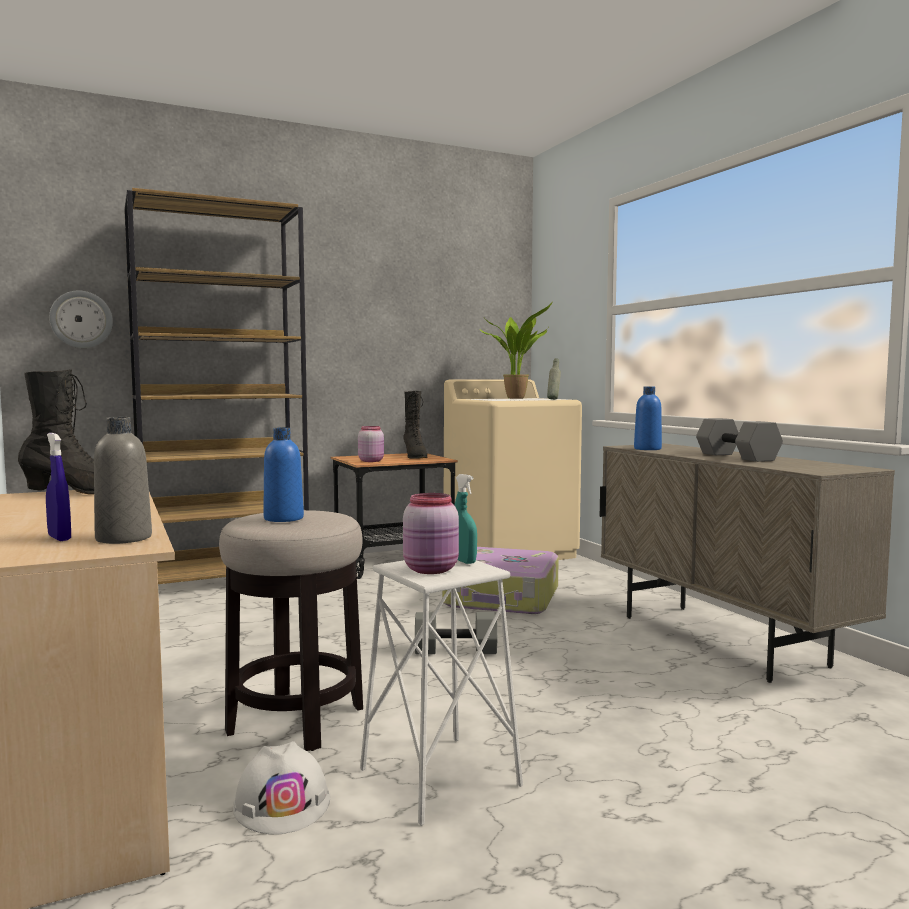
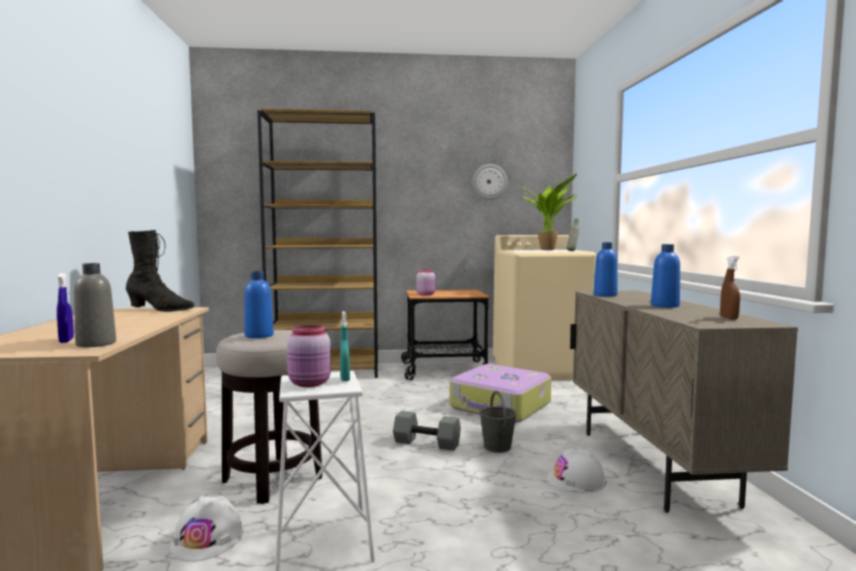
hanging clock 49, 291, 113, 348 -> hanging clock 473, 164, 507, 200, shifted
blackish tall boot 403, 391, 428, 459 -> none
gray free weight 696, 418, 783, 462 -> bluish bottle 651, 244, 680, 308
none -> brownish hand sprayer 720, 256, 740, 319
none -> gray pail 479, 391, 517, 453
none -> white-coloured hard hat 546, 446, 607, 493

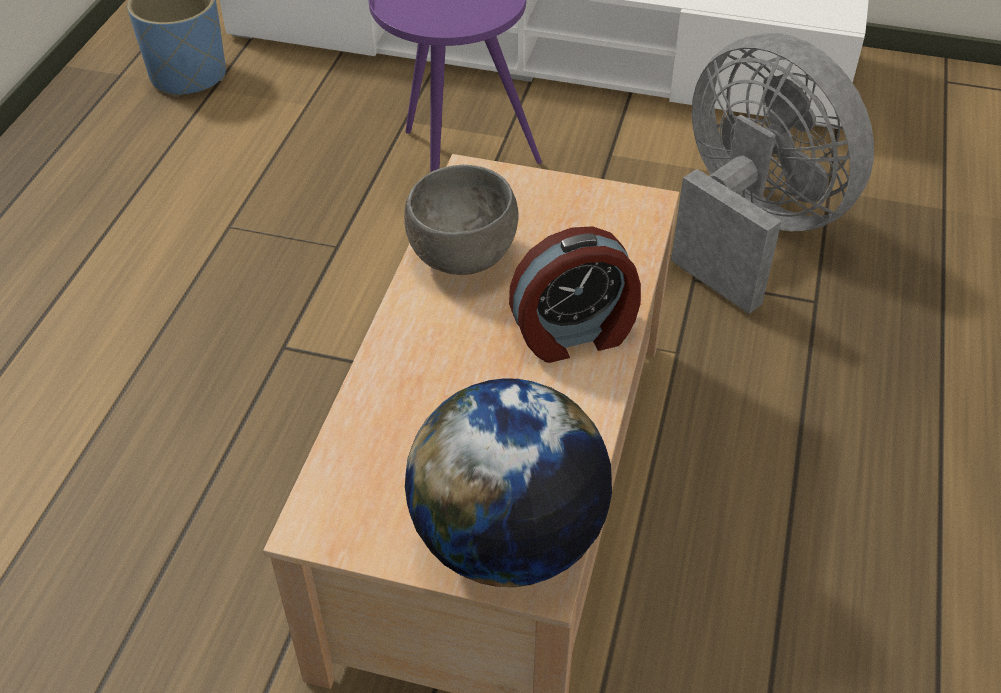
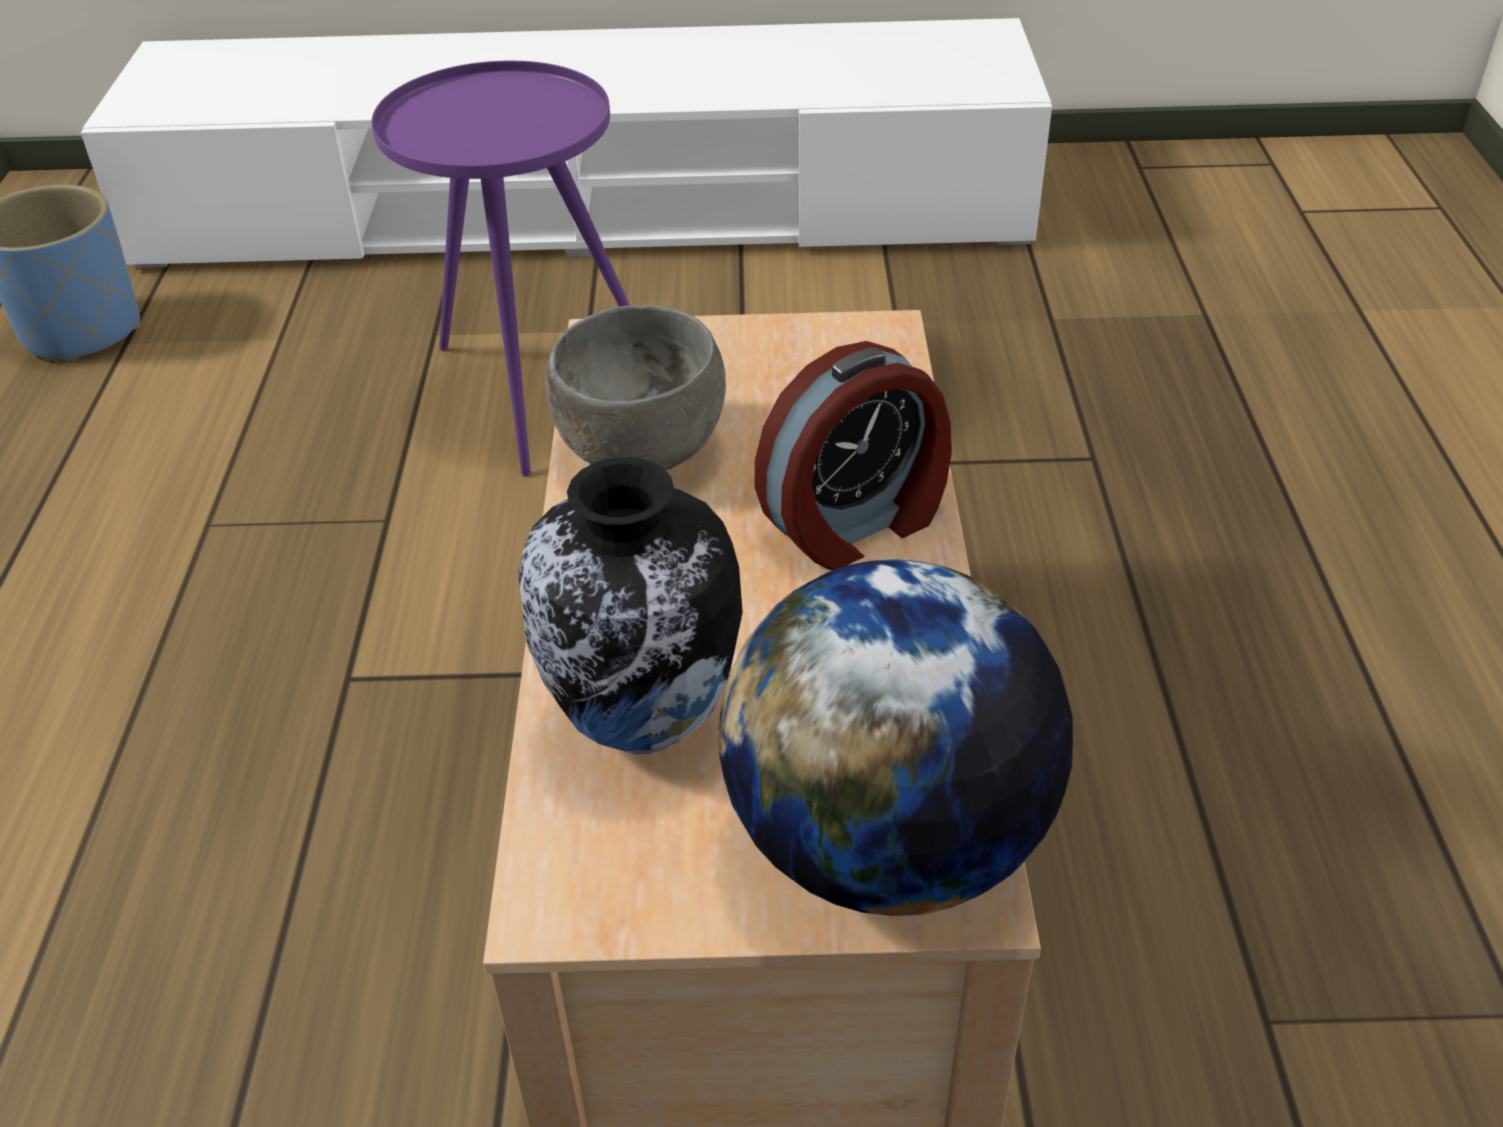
gray cooling fan 671, 33, 874, 314 -> none
none -> flower vase 518, 457, 743, 754

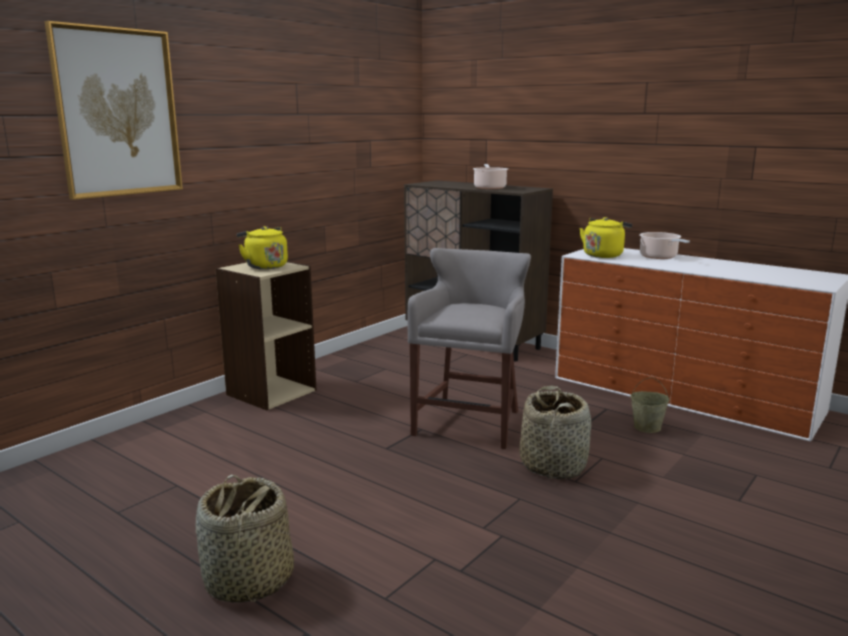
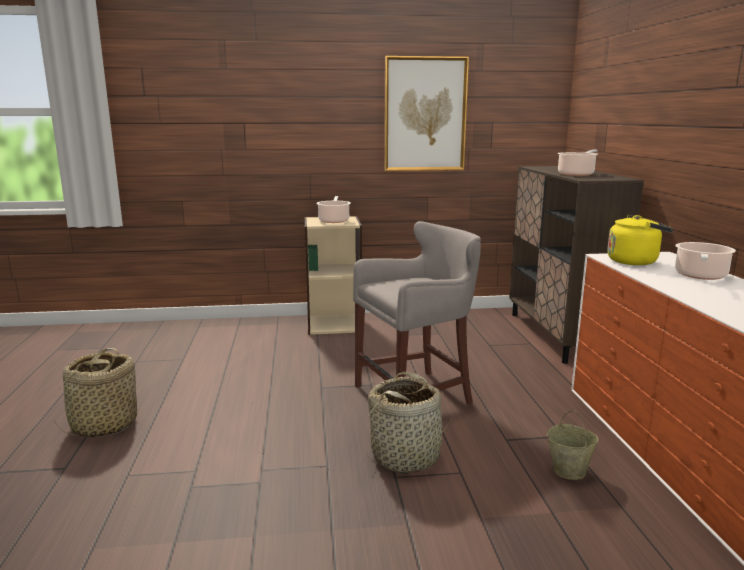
picture 44, 21, 183, 200 -> picture 384, 56, 469, 171, shifted
yellow-coloured tea kettle 237, 226, 288, 269 -> saucepot 316, 196, 351, 223

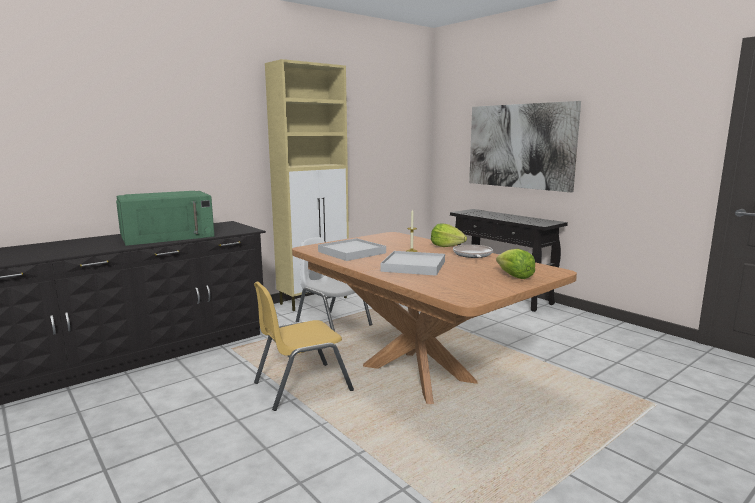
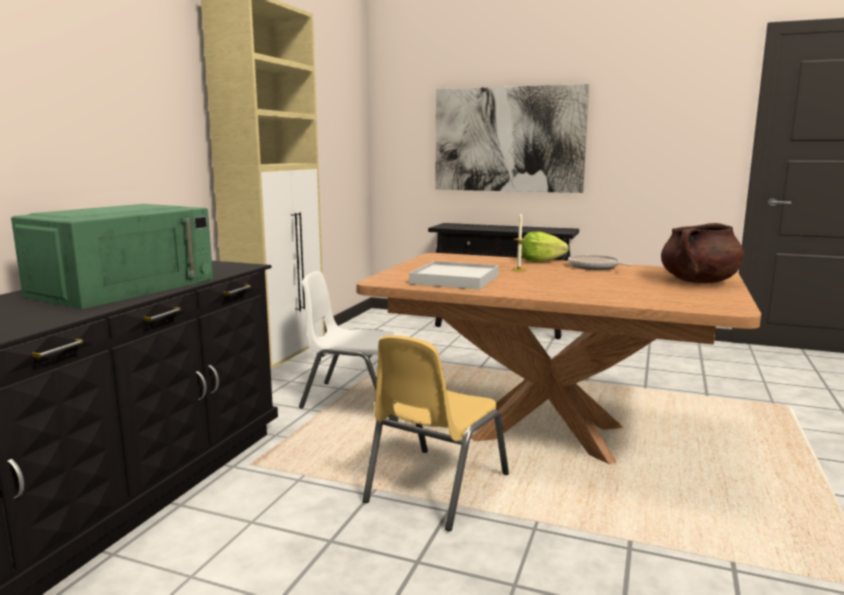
head of lettuce 496, 249, 535, 279 -> brownish saucepot 661, 223, 744, 283
white-coloured serving tray 380, 251, 445, 276 -> none

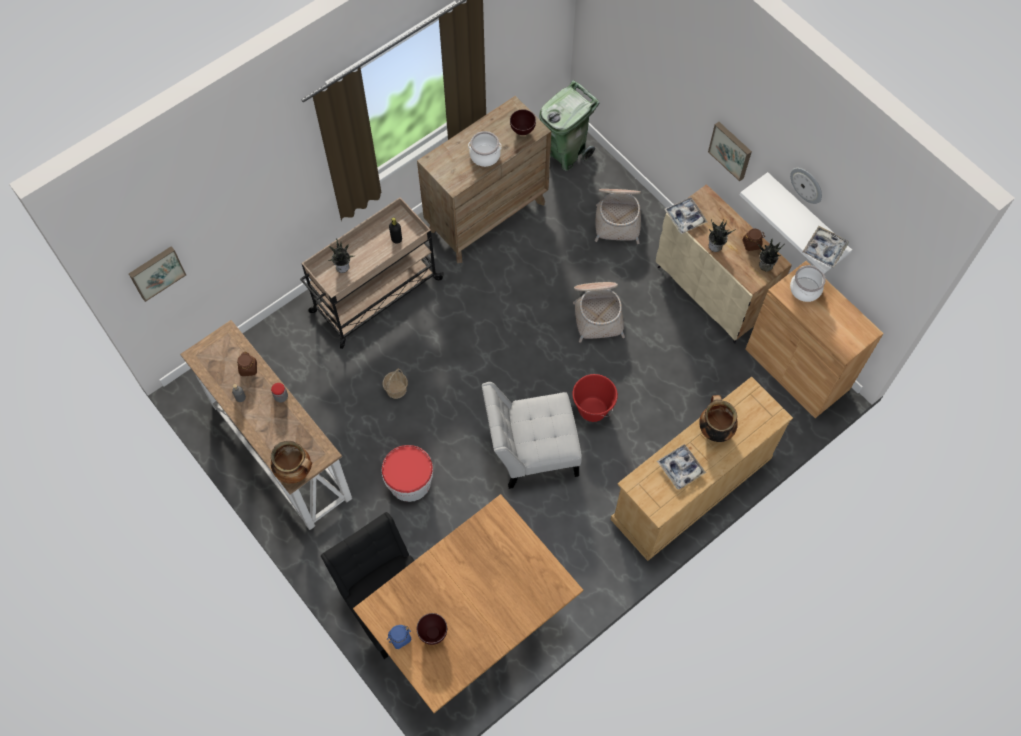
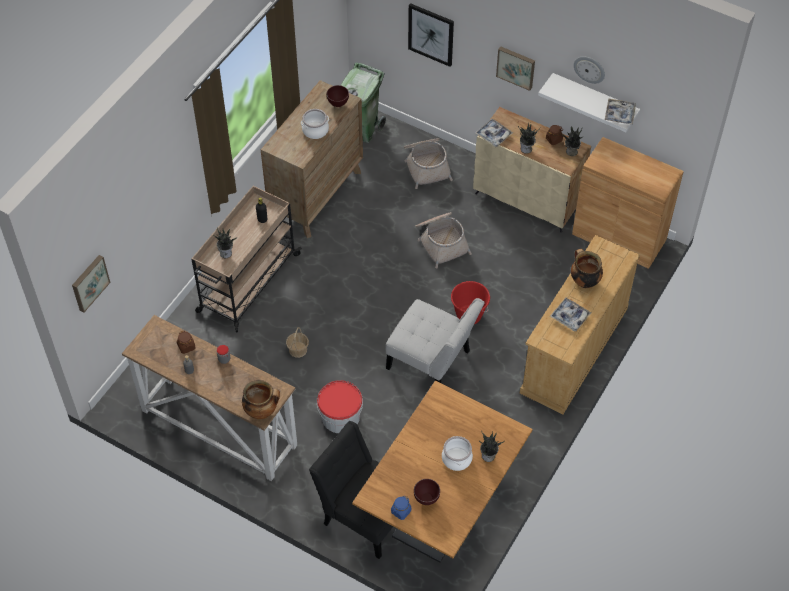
saucepot 790, 265, 826, 302 -> saucepot 442, 436, 473, 471, shifted
white-coloured upright chair 482, 382, 582, 489 -> white-coloured upright chair 386, 298, 485, 383, 120 degrees counterclockwise
none -> picture 408, 3, 454, 67
none -> potted plant 479, 432, 504, 462

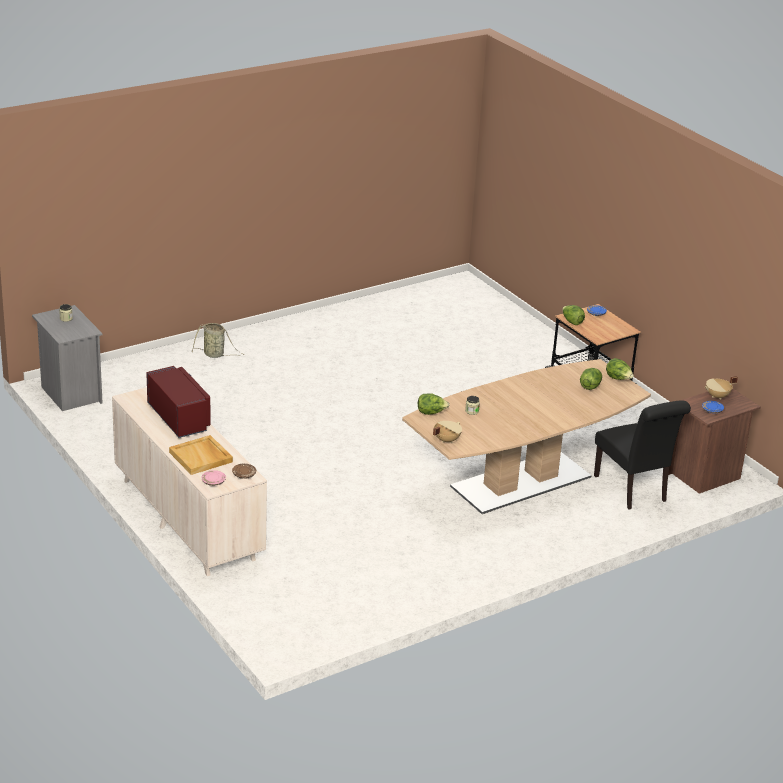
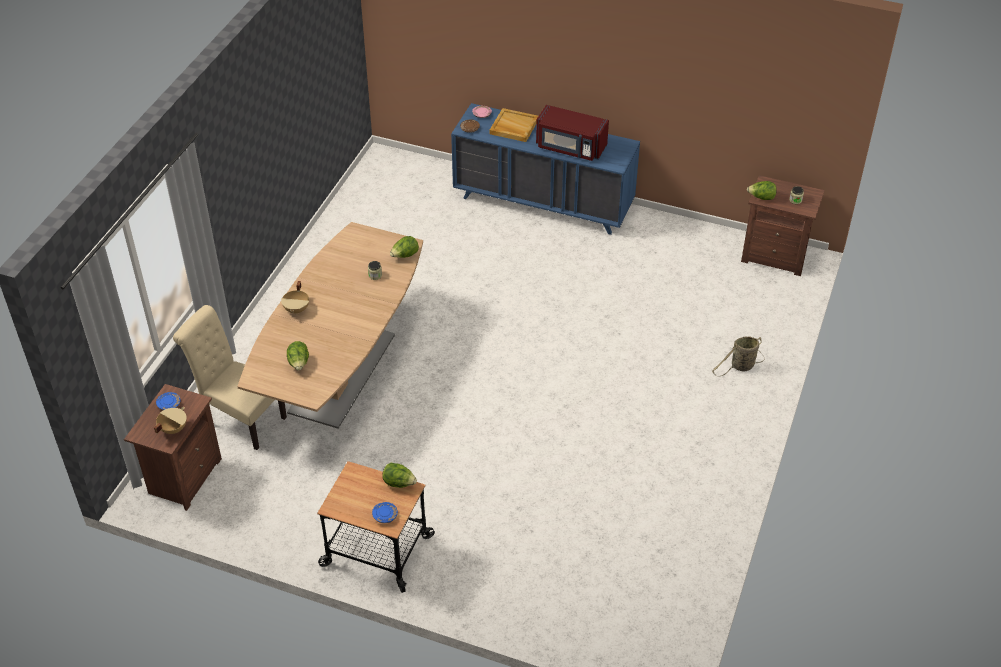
gray bedside table 32, 305, 103, 411 -> brownish bedside table 741, 175, 825, 276
head of lettuce 606, 358, 634, 380 -> head of lettuce 747, 181, 777, 200, shifted
beige drawer chest 112, 387, 267, 576 -> bluish drawer chest 451, 103, 640, 235
blackish upright chair 594, 401, 691, 509 -> beige upright chair 173, 305, 287, 450
beige saucepot 433, 421, 462, 443 -> beige saucepot 281, 281, 309, 314, shifted

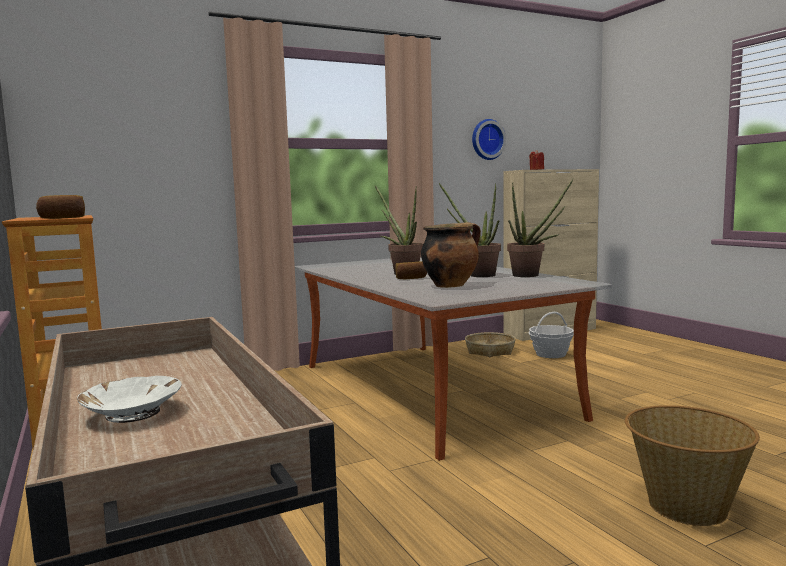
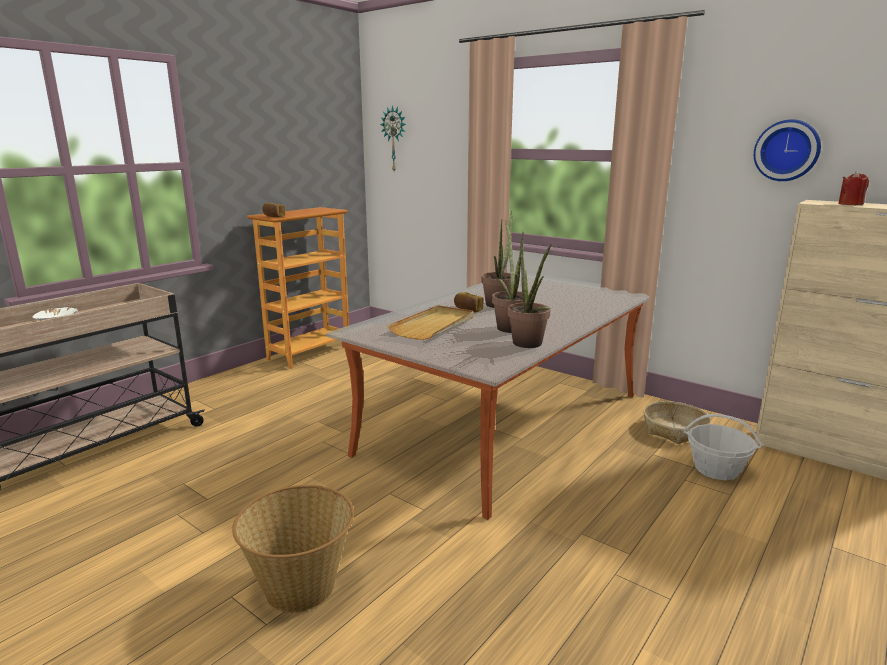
saucepot 421, 222, 481, 288 -> beige serving tray 387, 305, 474, 340
none -> hanging clock 380, 105, 406, 171

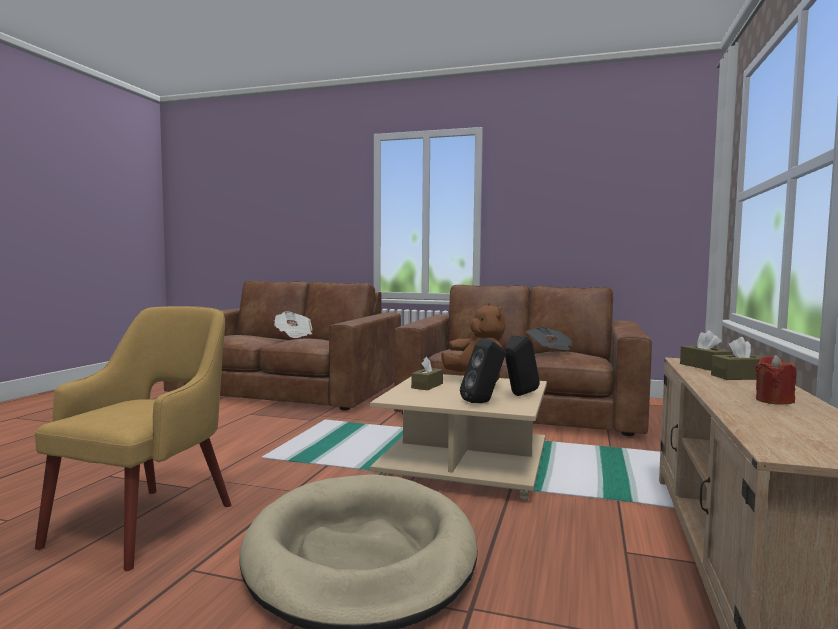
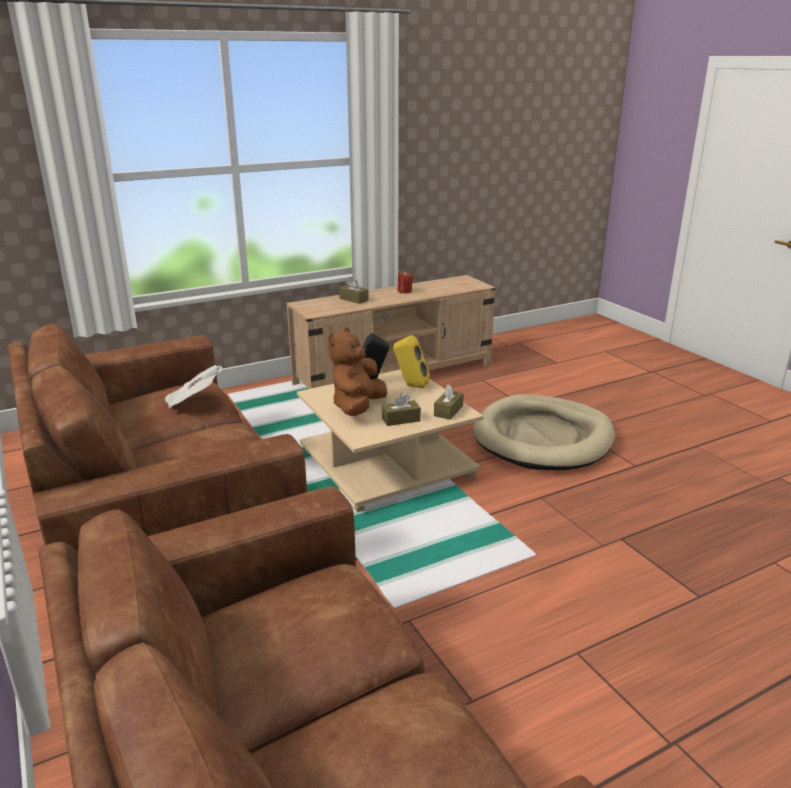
yellow-coloured armchair 35, 306, 231, 571 -> none
printed paper 274, 311, 312, 338 -> none
brownish tissue holder 680, 330, 733, 371 -> brownish tissue holder 434, 384, 464, 420, shifted
blackish loudspeaker 460, 338, 506, 403 -> yellow-coloured loudspeaker 393, 335, 430, 388

